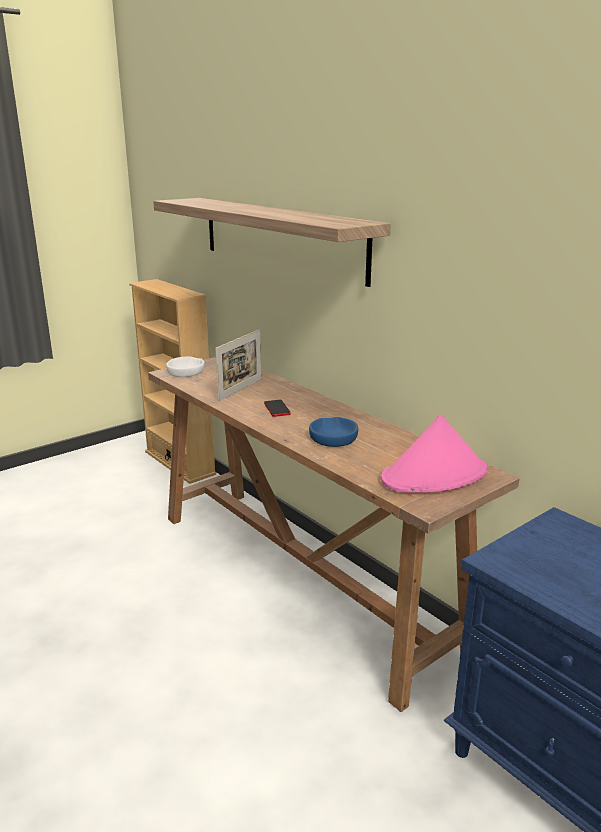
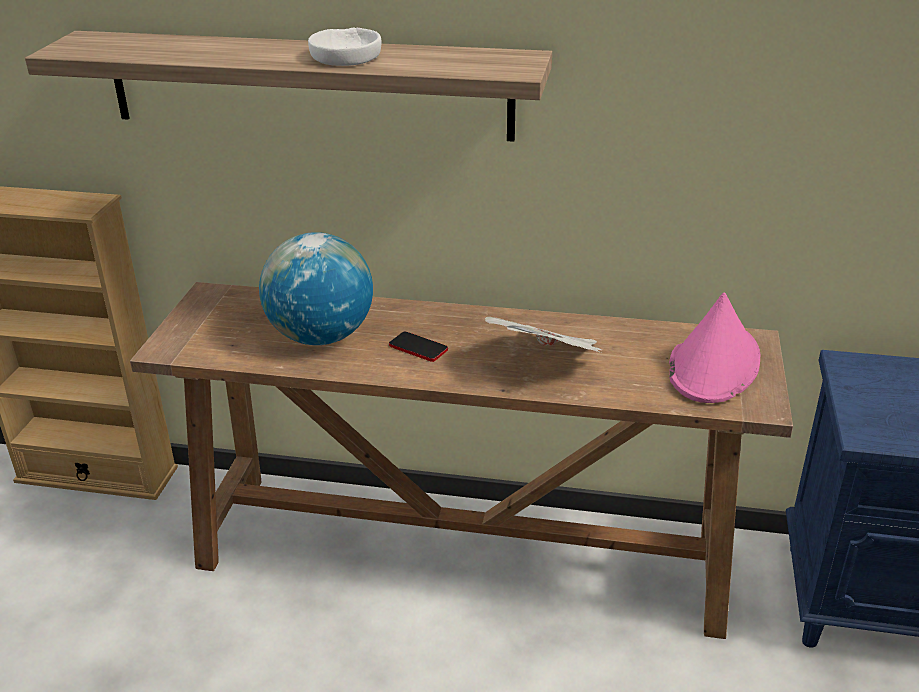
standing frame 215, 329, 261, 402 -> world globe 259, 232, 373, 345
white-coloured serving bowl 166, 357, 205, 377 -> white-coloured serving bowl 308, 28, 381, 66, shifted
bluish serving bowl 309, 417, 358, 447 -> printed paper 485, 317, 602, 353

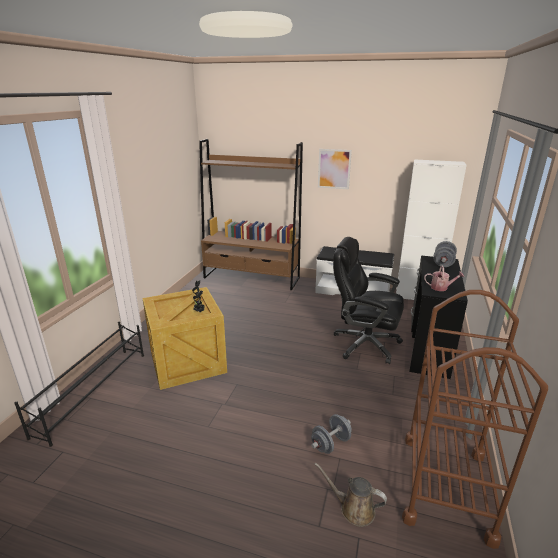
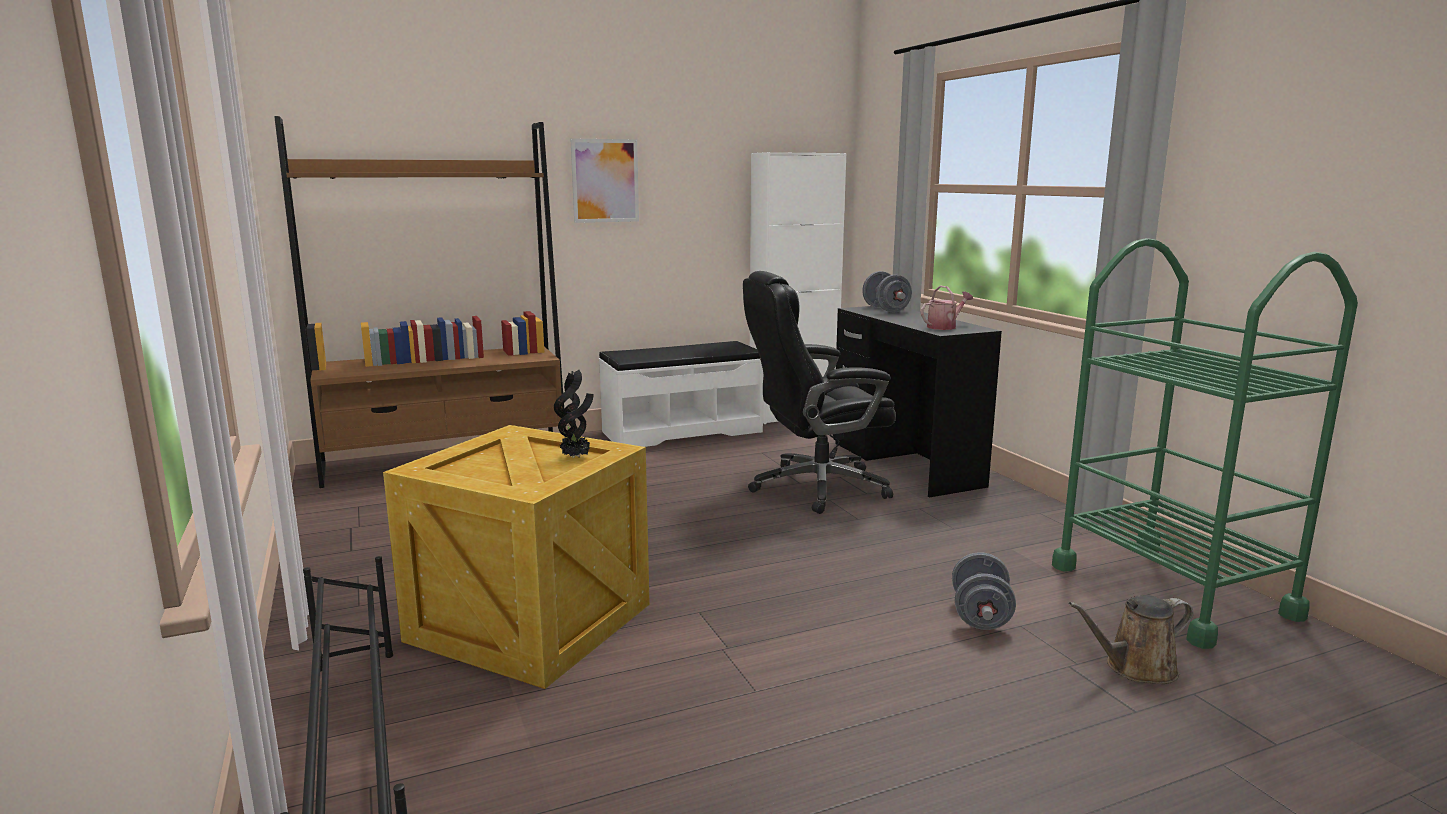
brownish wheeled cart 402, 290, 548, 549 -> greenish wheeled cart 1052, 238, 1358, 649

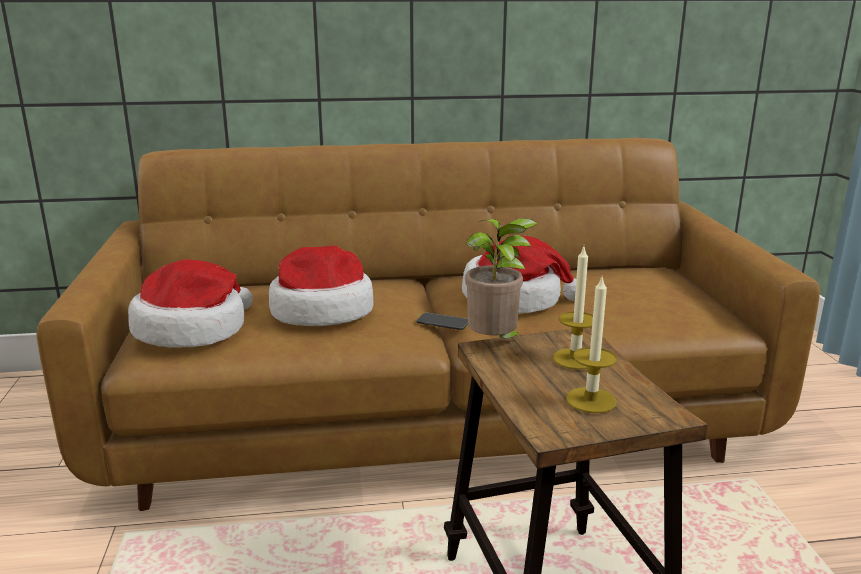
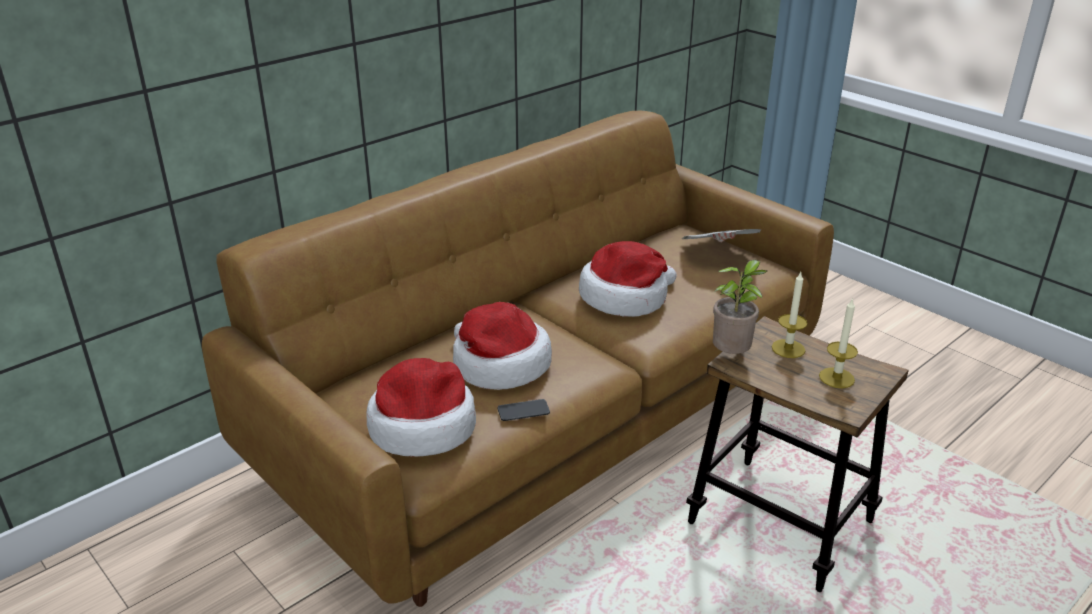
telephone 416, 312, 468, 330 -> telephone 497, 399, 550, 421, shifted
none -> printed paper 682, 229, 761, 242

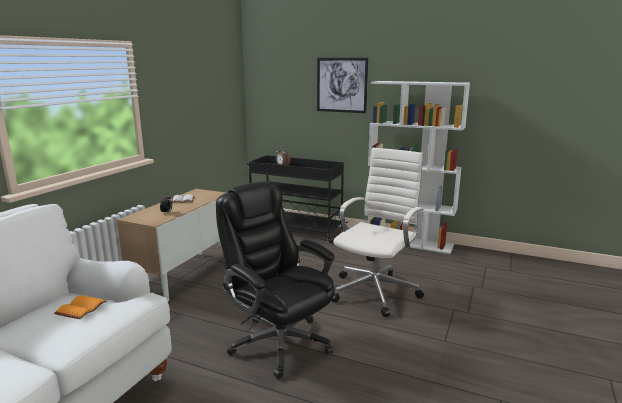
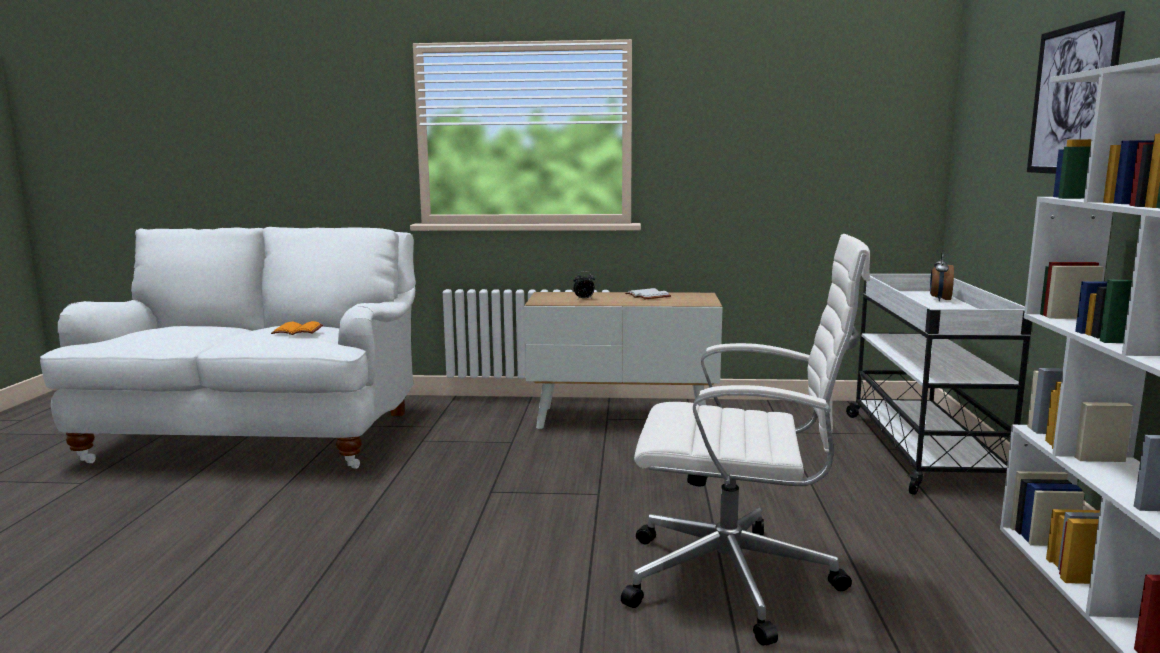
blackish wheeled cart 247, 155, 349, 243 -> white-coloured wheeled cart 846, 274, 1032, 495
blackish office chair 216, 181, 335, 379 -> none

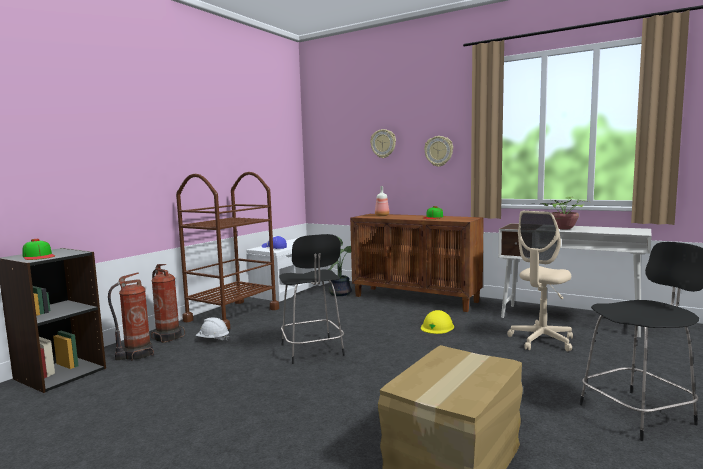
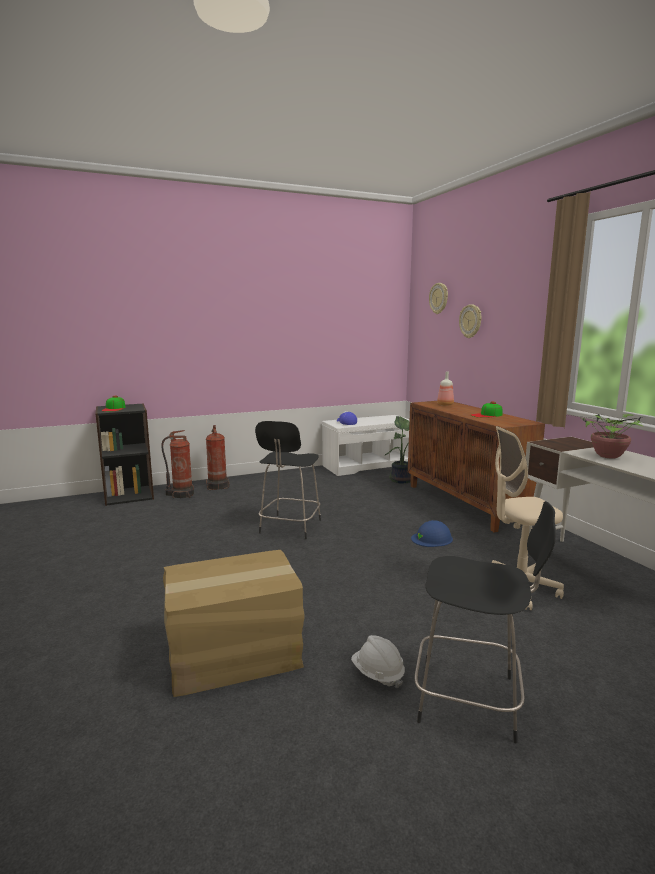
hanging clock 424, 136, 453, 167 -> hanging clock 429, 283, 448, 314, shifted
brownish wheeled cart 176, 172, 279, 330 -> none
yellow-coloured hard hat 421, 310, 454, 334 -> bluish hard hat 411, 520, 453, 547
white-coloured hard hat 196, 317, 229, 341 -> white-coloured hard hat 351, 635, 405, 688, shifted

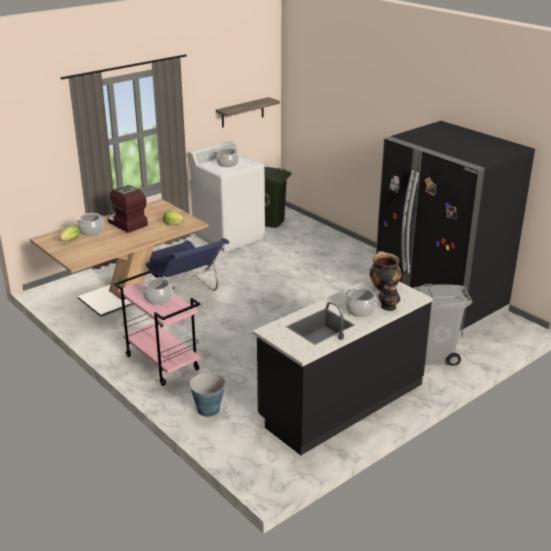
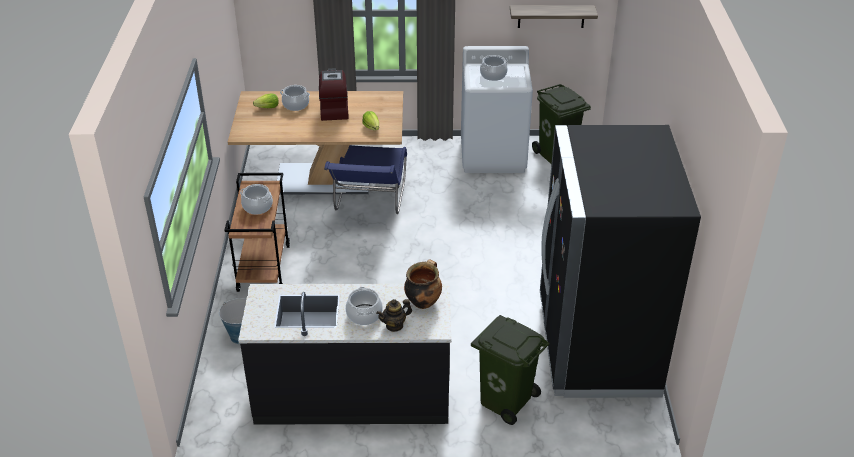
pinkish wheeled cart 114, 270, 200, 386 -> brownish wheeled cart 224, 173, 290, 292
gray rubbish bin 413, 284, 473, 366 -> greenish rubbish bin 471, 315, 550, 425

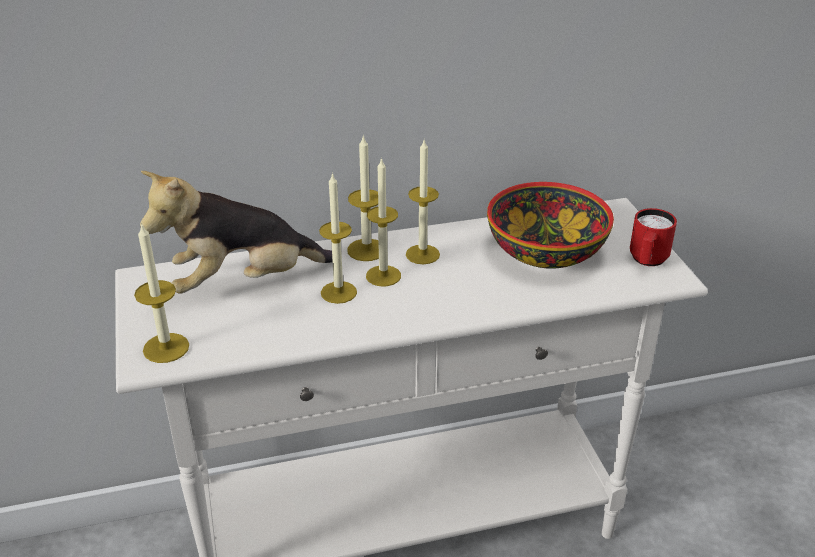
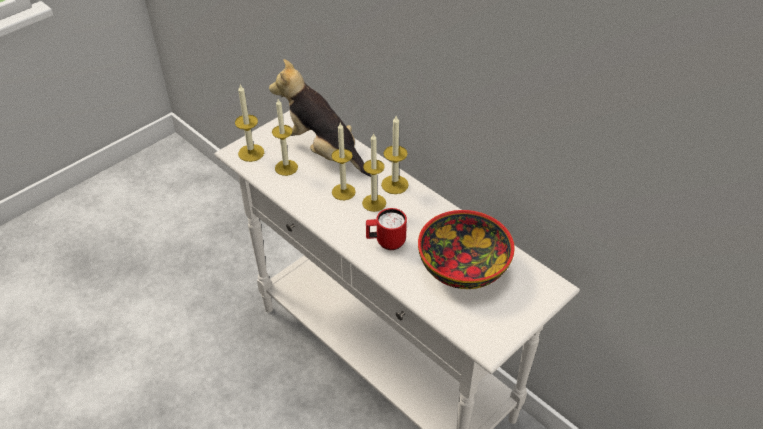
wax light 406, 140, 440, 264 -> wax light 272, 99, 298, 176, shifted
red tea mug 630, 208, 677, 266 -> red tea mug 366, 208, 407, 250, shifted

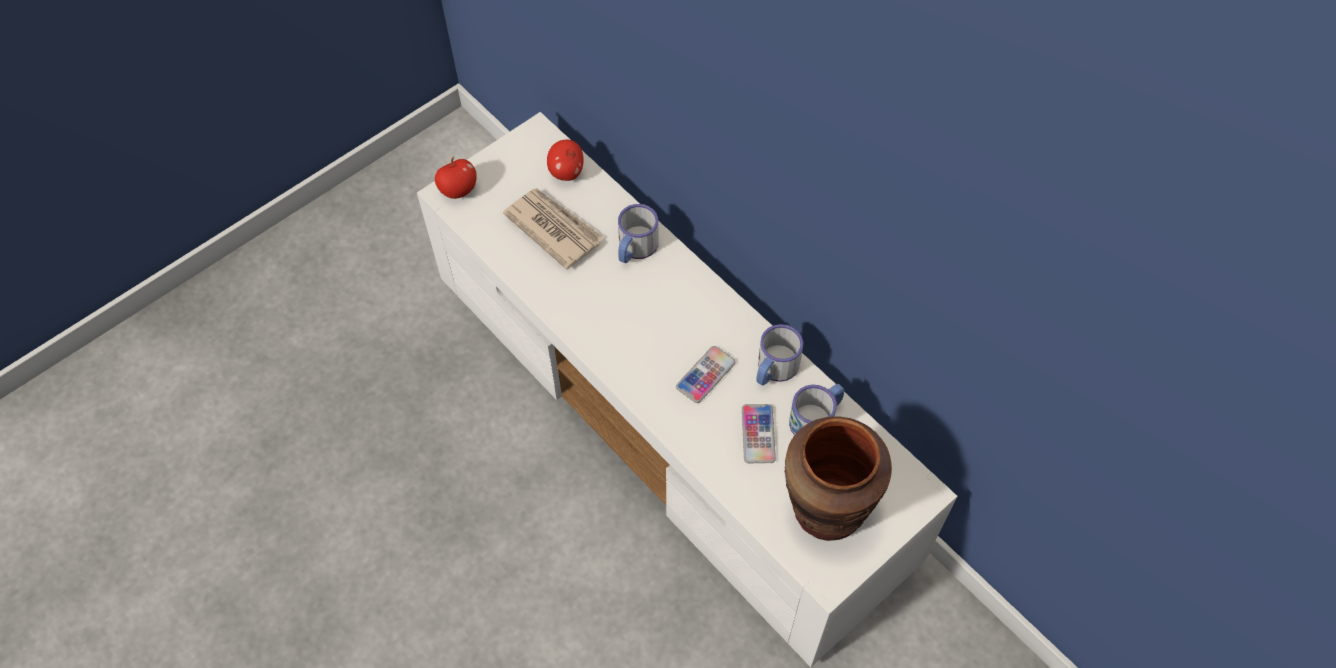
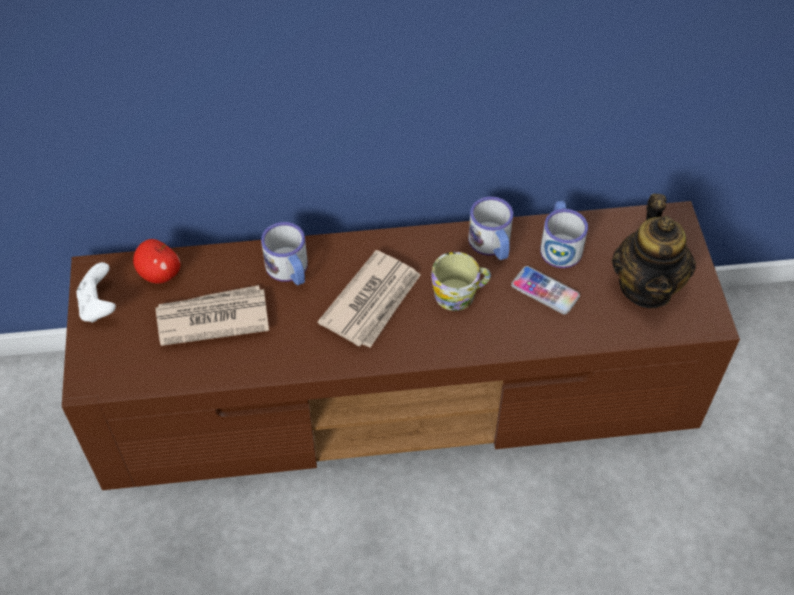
white-coloured media console 417, 112, 957, 667 -> brownish media console 62, 201, 740, 490
apple fruit 435, 157, 477, 199 -> none
telephone 676, 346, 735, 403 -> tea mug 431, 252, 491, 311
brownish flower vase 784, 416, 892, 541 -> tea pot 612, 194, 696, 309
none -> printed paper 317, 250, 421, 348
none -> white-coloured gamepad 76, 262, 116, 323

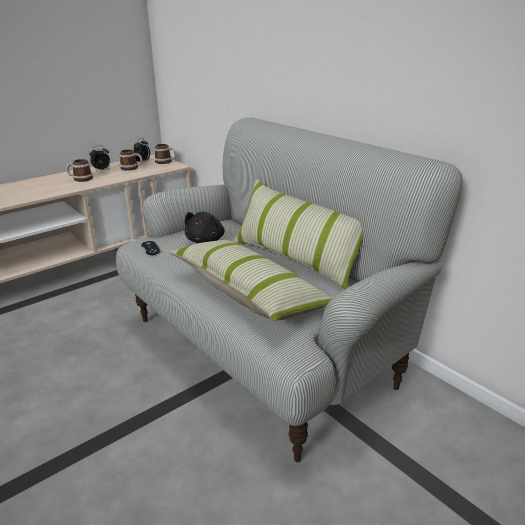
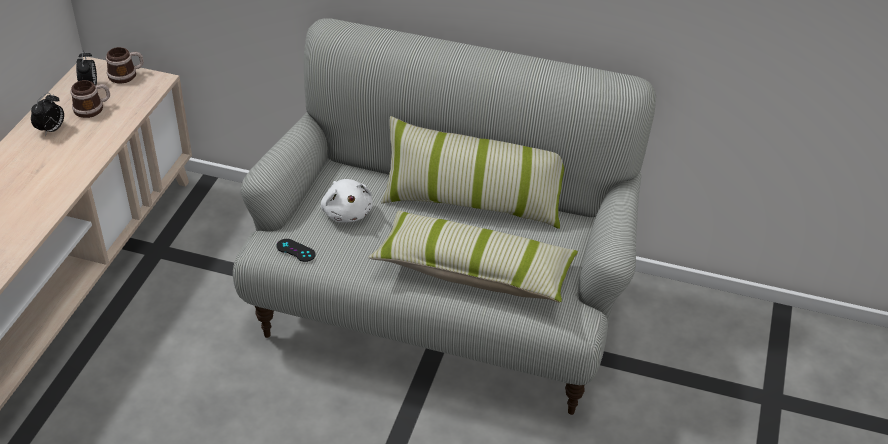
tea mug 66, 159, 93, 182 -> none
blackish cuddly toy 185, 212, 225, 243 -> white-coloured cuddly toy 321, 179, 373, 223

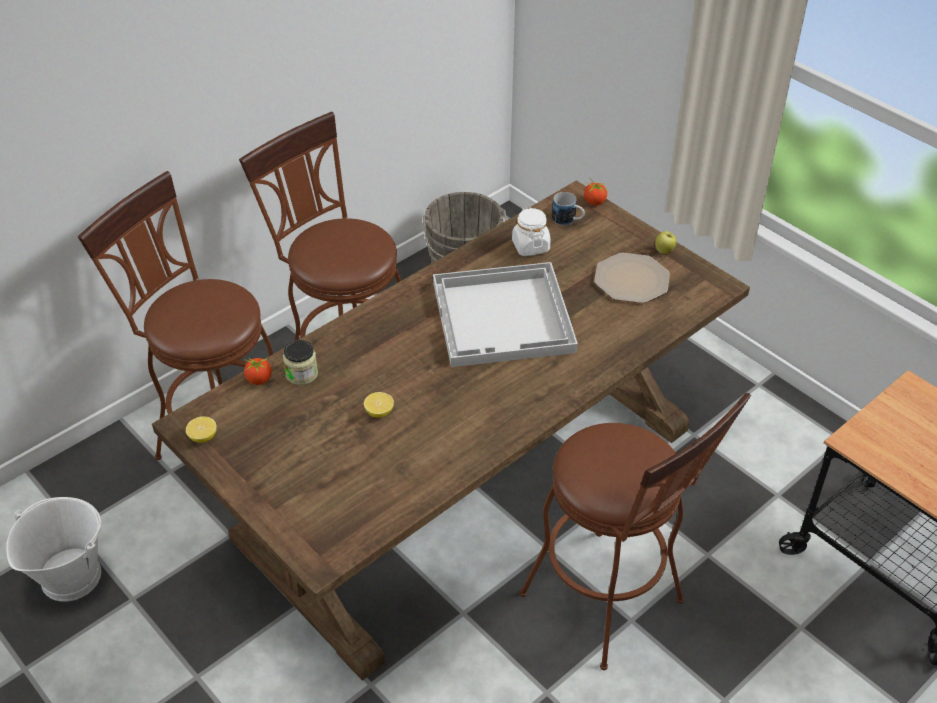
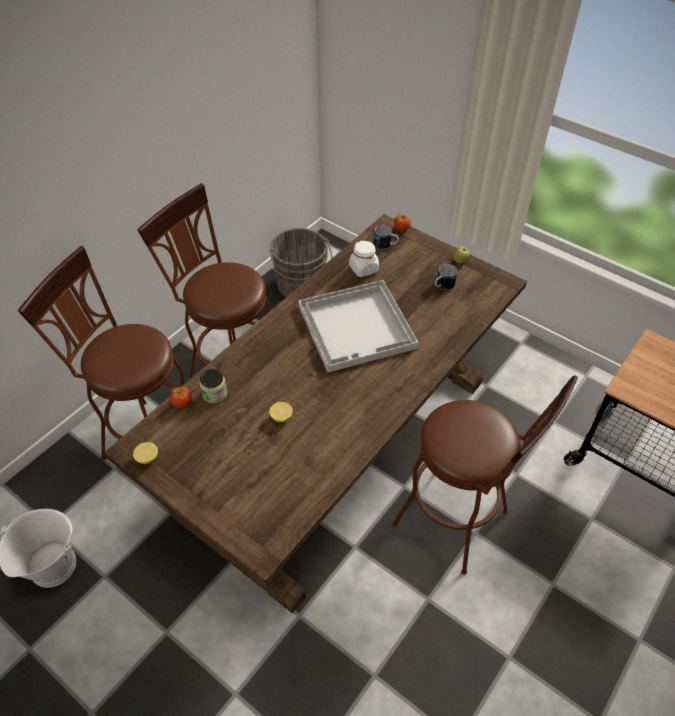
dinner plate 594, 252, 670, 303 -> tea mug 435, 264, 457, 290

